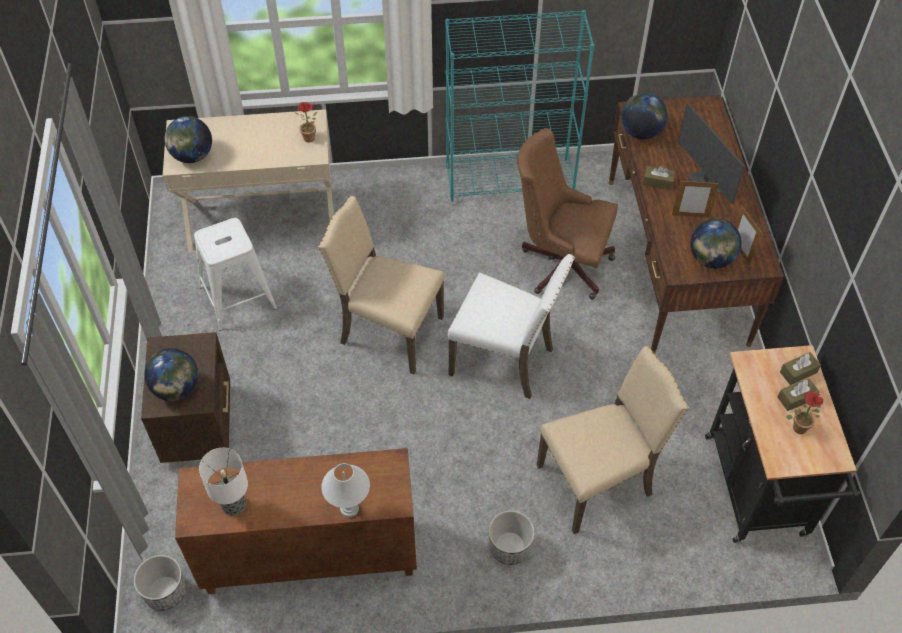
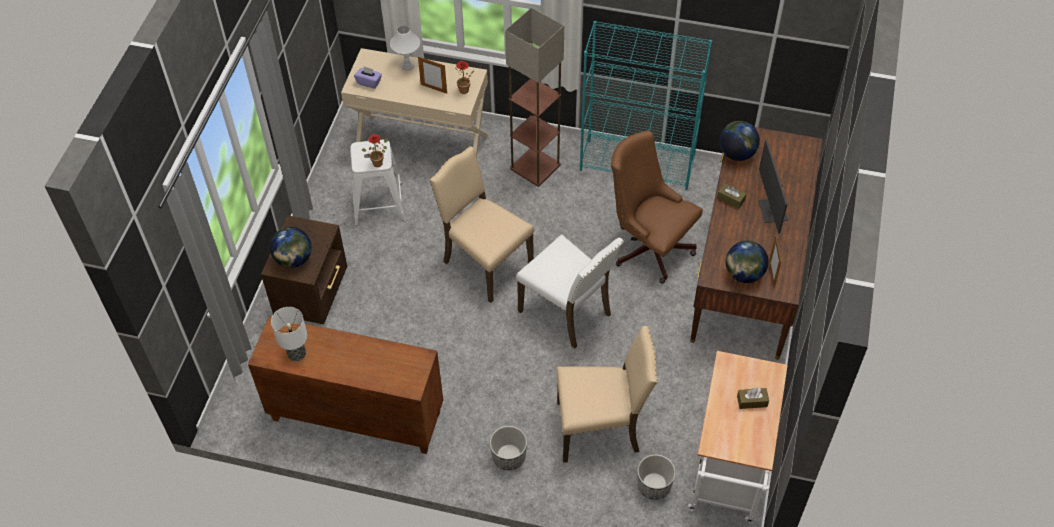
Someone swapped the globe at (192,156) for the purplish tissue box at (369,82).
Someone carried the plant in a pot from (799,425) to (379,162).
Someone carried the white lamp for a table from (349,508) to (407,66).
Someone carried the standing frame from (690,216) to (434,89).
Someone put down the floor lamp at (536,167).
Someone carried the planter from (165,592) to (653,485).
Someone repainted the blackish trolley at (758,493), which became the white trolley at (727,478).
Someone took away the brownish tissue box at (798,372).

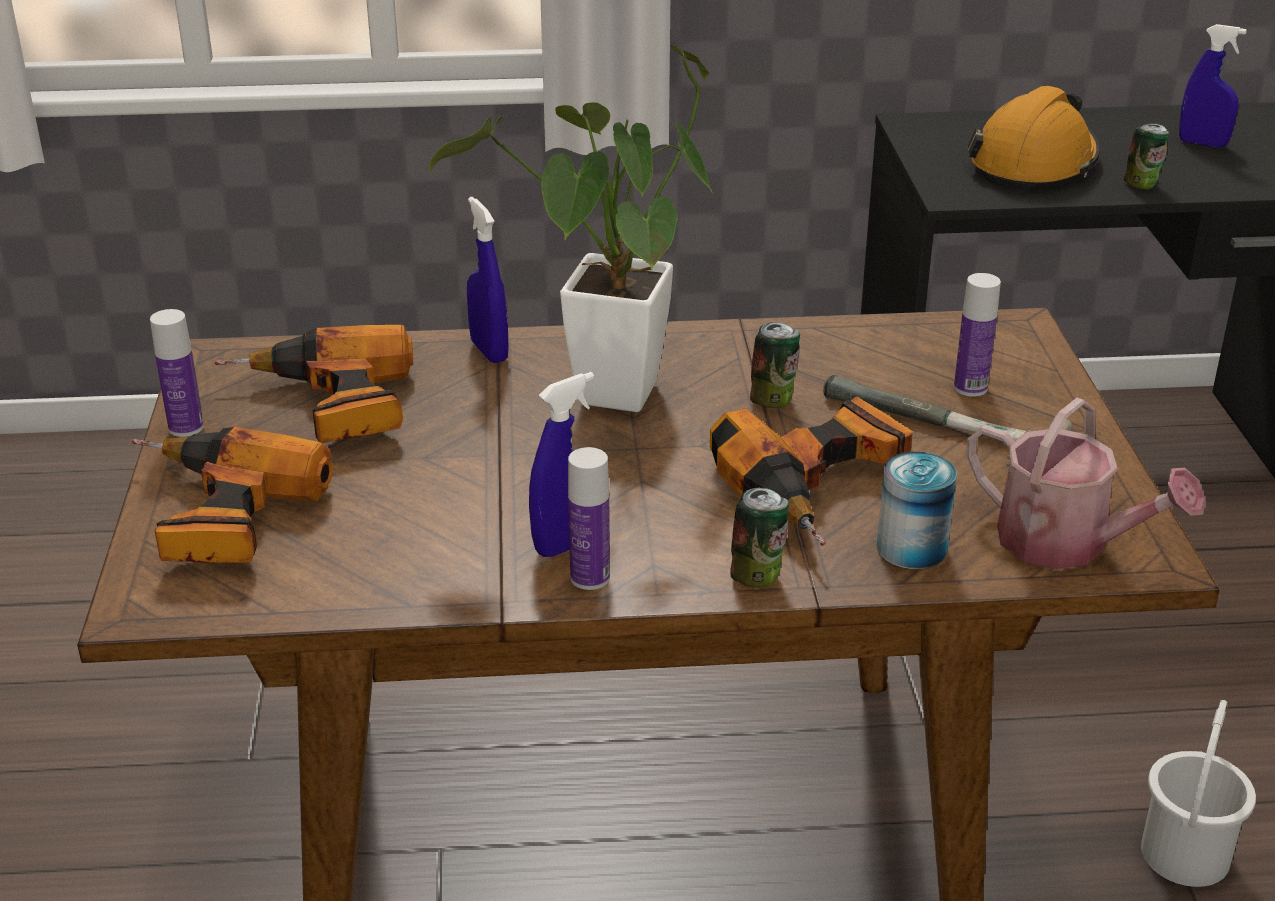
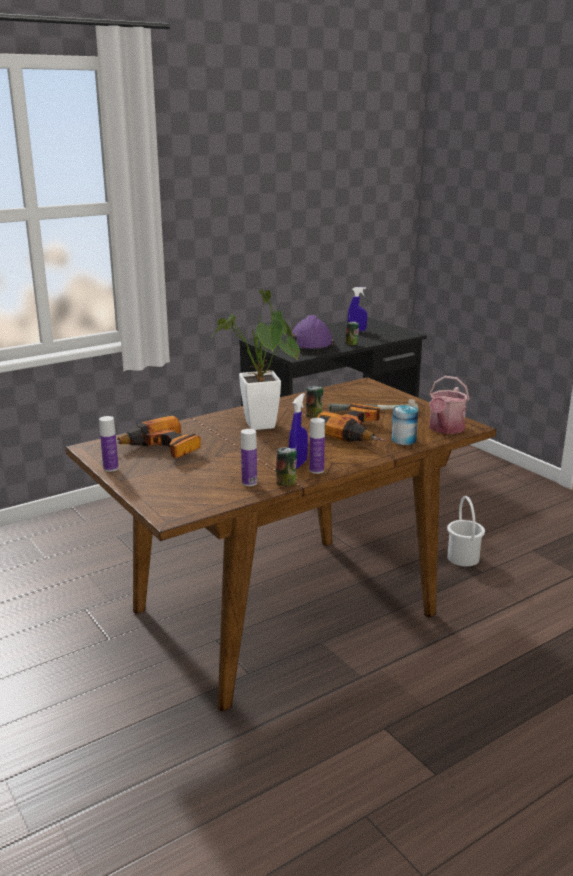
Someone carried the bottle from (970,388) to (249,483).
Someone carried the can from (758,576) to (286,483).
Someone repainted the orange work helmet at (1034,164), which became the purplish work helmet at (311,344).
Someone rotated the watering can at (1066,544) by 105 degrees clockwise.
Someone took away the power drill at (218,517).
Someone took away the blue hand sprayer at (489,351).

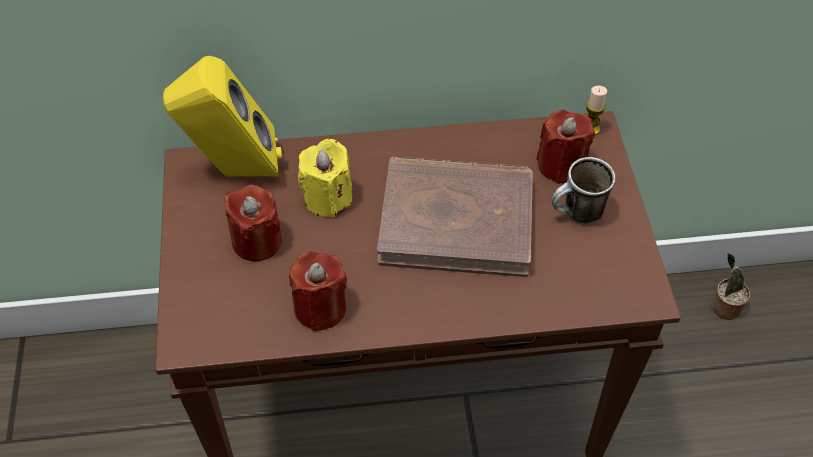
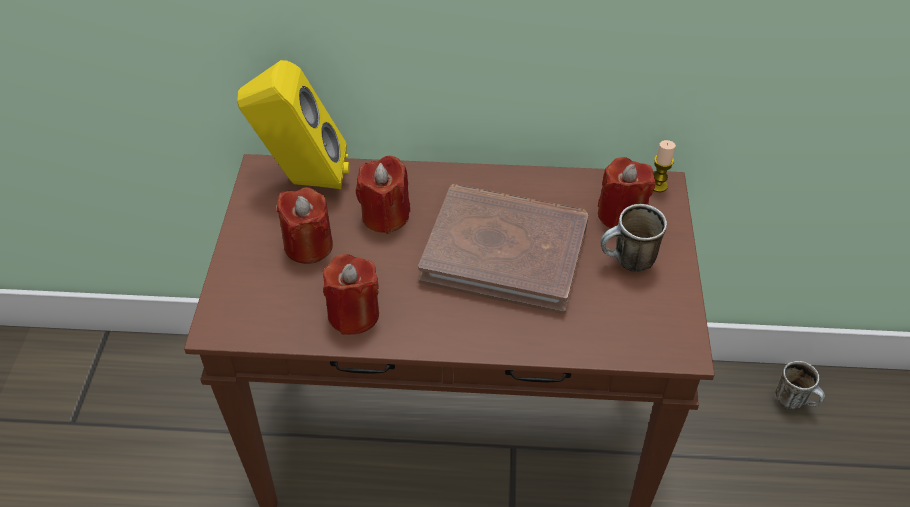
Someone repainted the yellowish wax candle at (328,198), which became the red wax candle at (385,216).
Someone swapped the plant in a pot at (723,306) for the mug at (795,401).

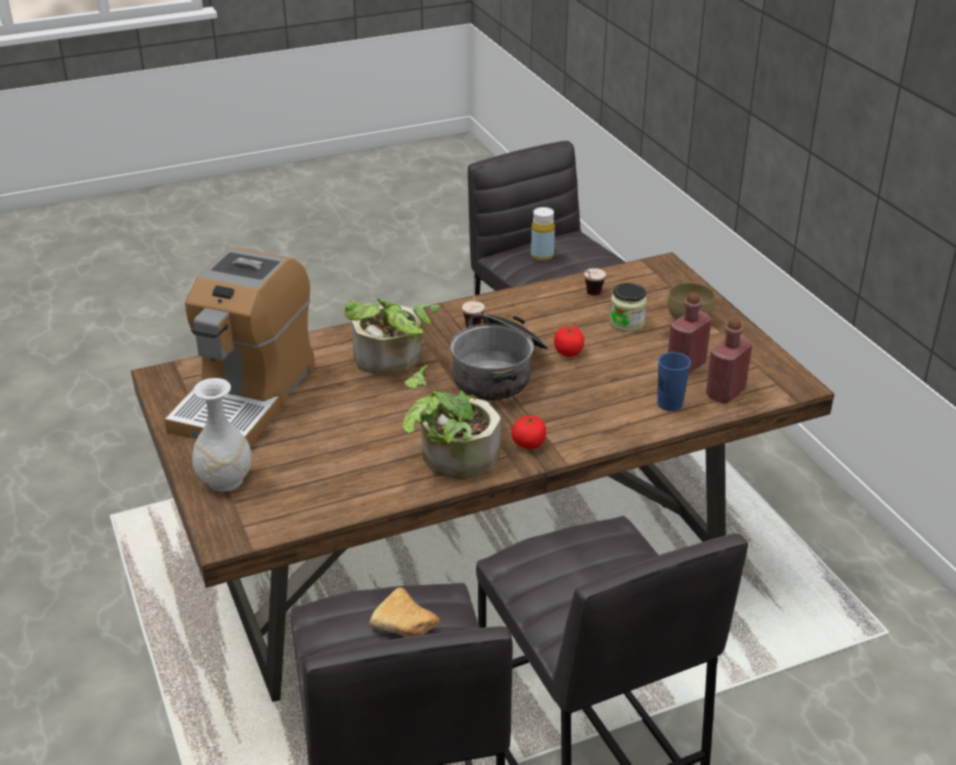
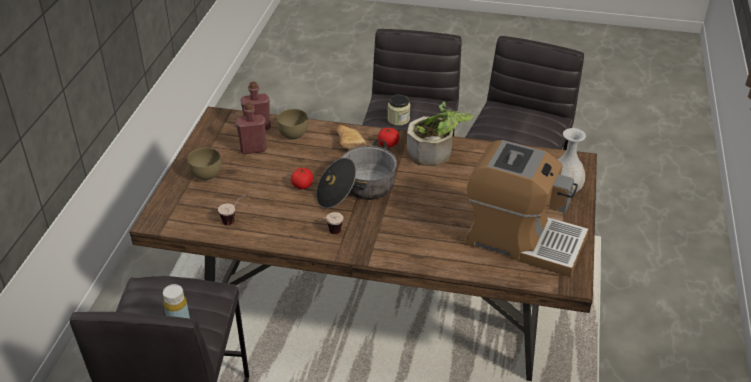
Someone swapped the blue small cup at (669,404) for the brownish deep dish at (292,134).
Someone carried the baked bread from (407,626) to (348,142).
Someone carried the preserve jar from (627,323) to (398,119).
Someone rotated the coffee machine at (246,397) by 60 degrees clockwise.
Someone took away the plant in a pot at (391,362).

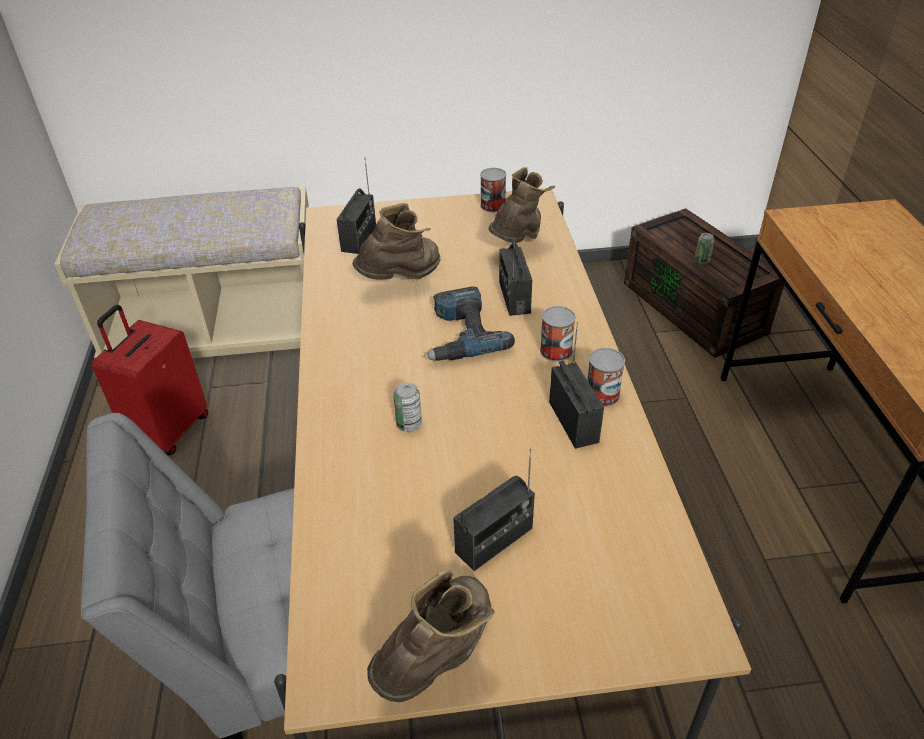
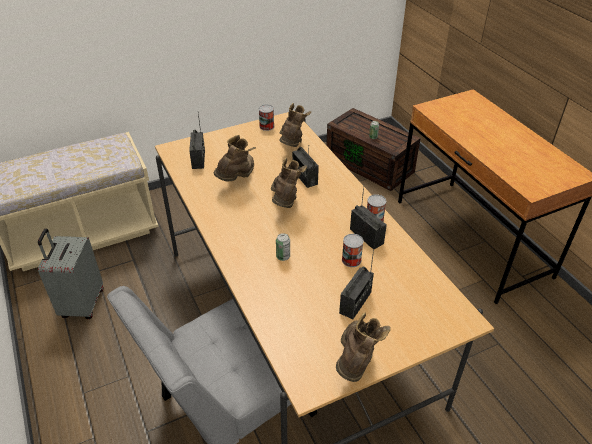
Someone repainted the red suitcase at (169,430), which became the greyish suitcase at (81,304).
Someone swapped the power drill at (460,334) for the brownish high-top boot at (285,203).
Someone carried the can from (556,351) to (351,260).

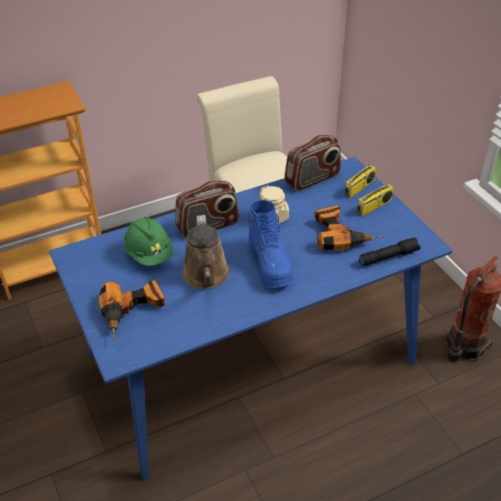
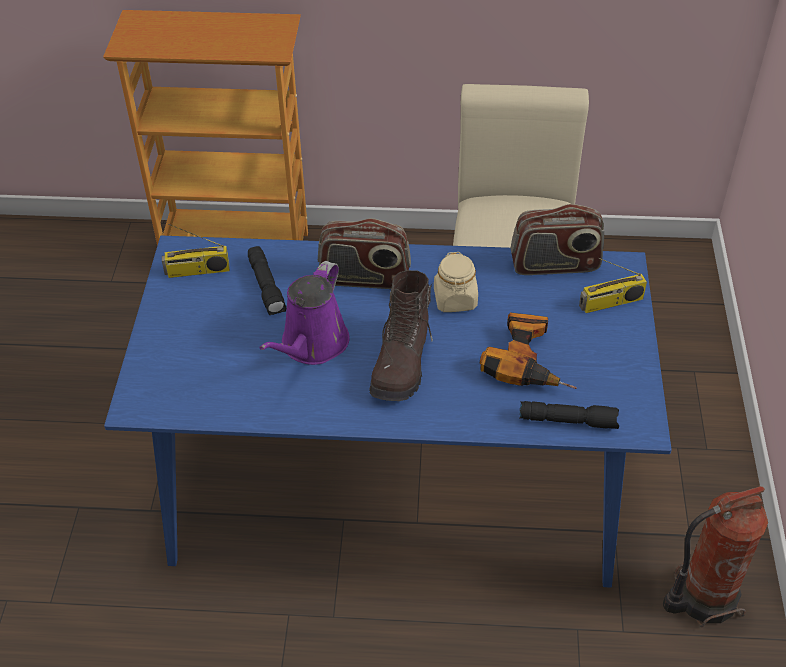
Someone carried the radio from (374,207) to (197,271).
Someone swapped the greenish work helmet at (149,254) for the blackish hand torch at (267,287).
Someone repainted the brownish watering can at (206,276), which became the purplish watering can at (312,345).
Someone repainted the blue high-top boot at (270,264), which became the brownish high-top boot at (402,363).
Someone took away the power drill at (133,311).

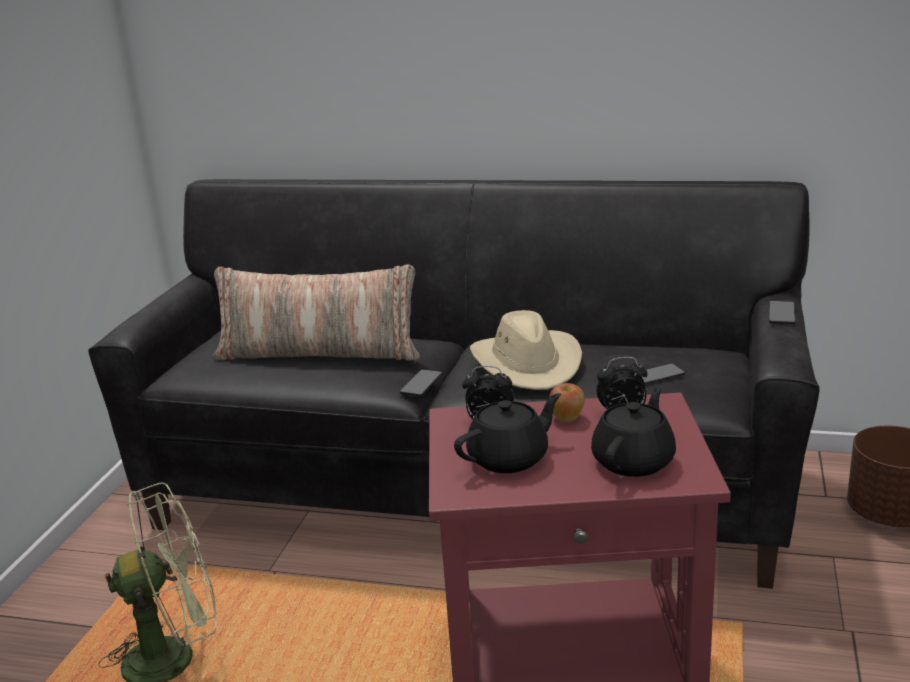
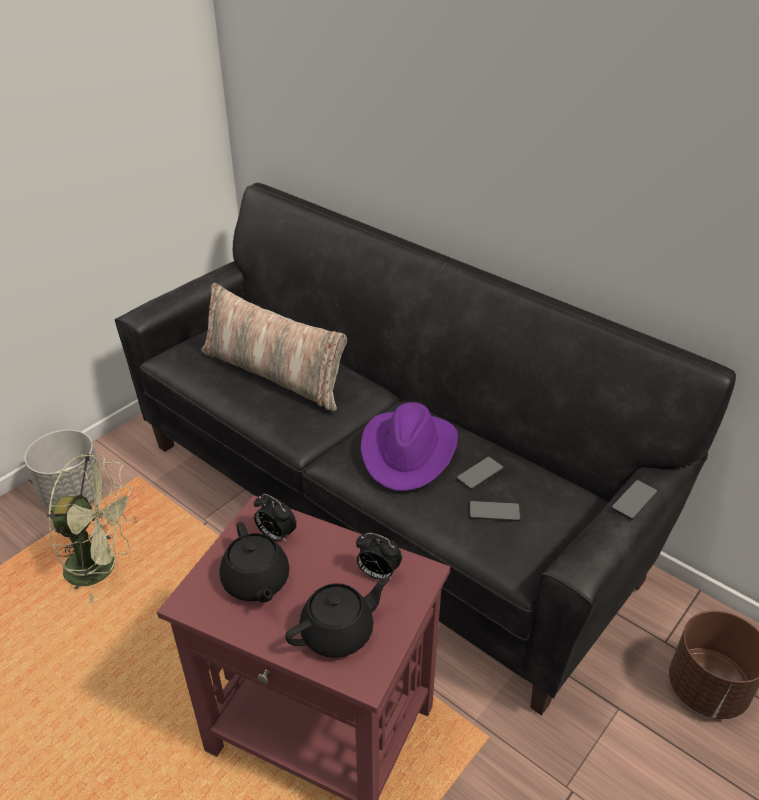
Someone put down the greyish planter at (73,494).
Someone rotated the blackish tea pot at (510,458) by 75 degrees clockwise.
Someone repainted the beige clothing hat at (527,363), which became the purplish clothing hat at (409,452).
Someone carried the telephone from (421,384) to (479,474).
Someone took away the whole apple at (567,418).

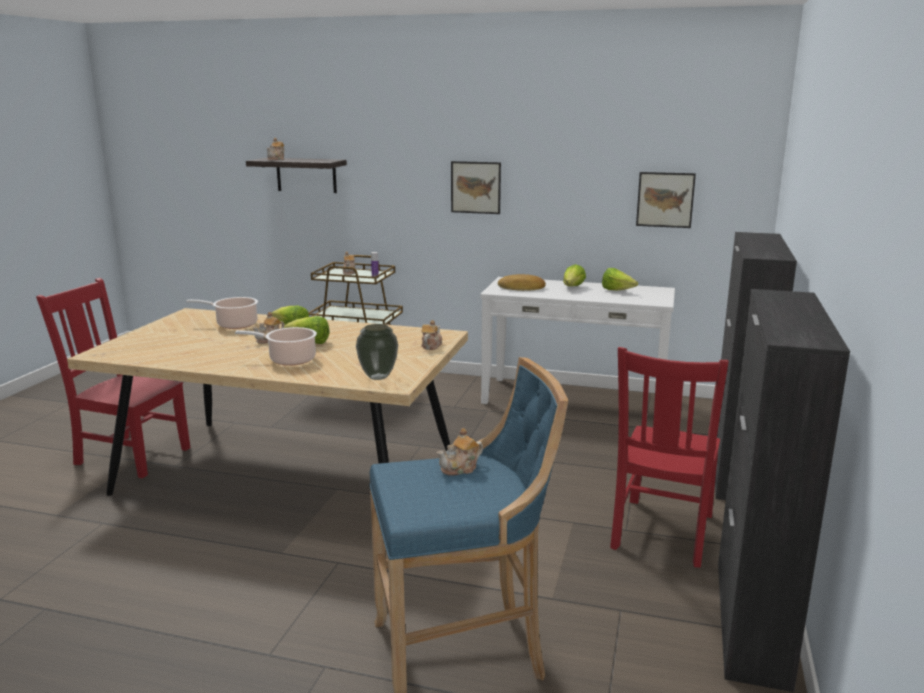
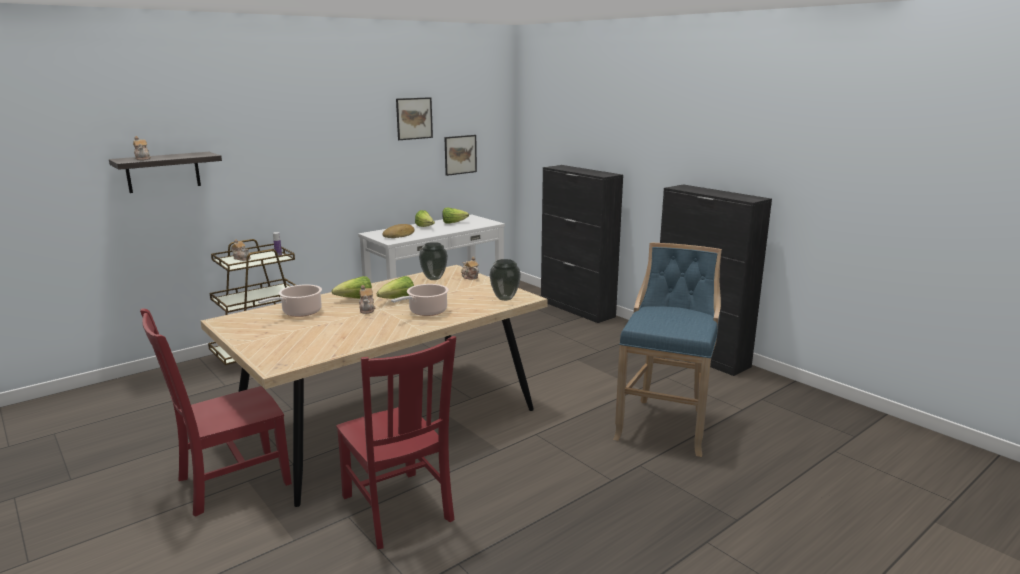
Someone carried the red plain chair from (661,533) to (398,510).
Someone carried the picture from (475,187) to (414,118).
Someone put down the flower vase at (434,278).
Someone took away the tea pot at (460,468).

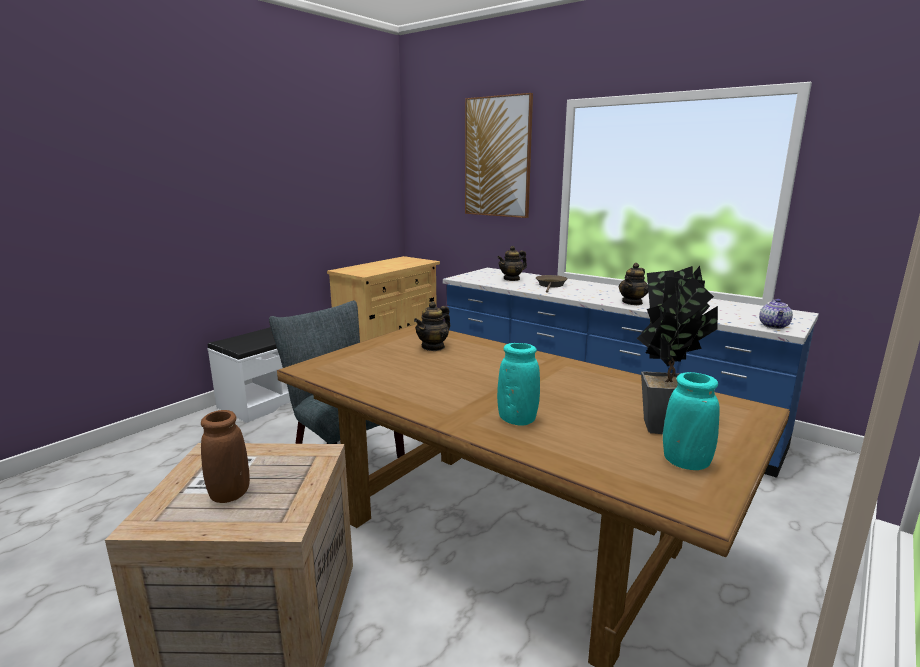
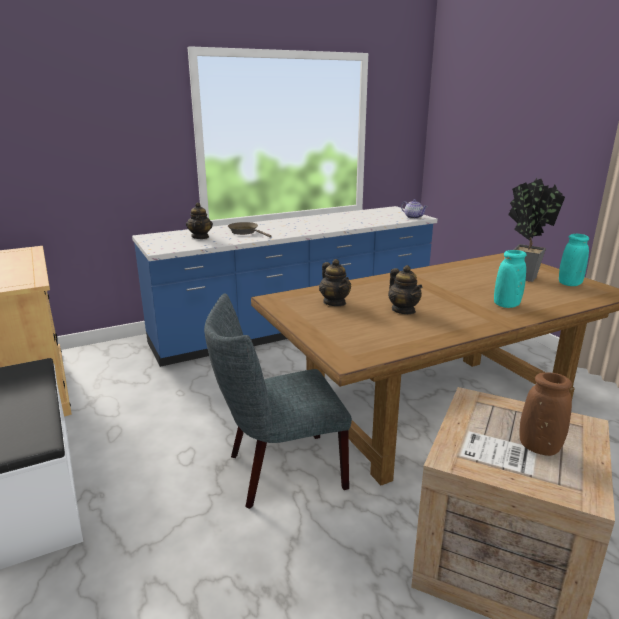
Someone carried the tea pot from (632,302) to (403,310).
Someone took away the picture at (498,157).

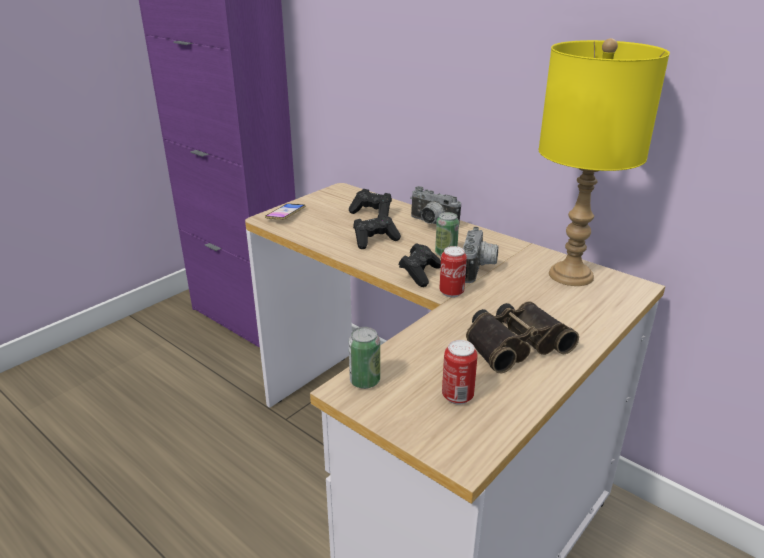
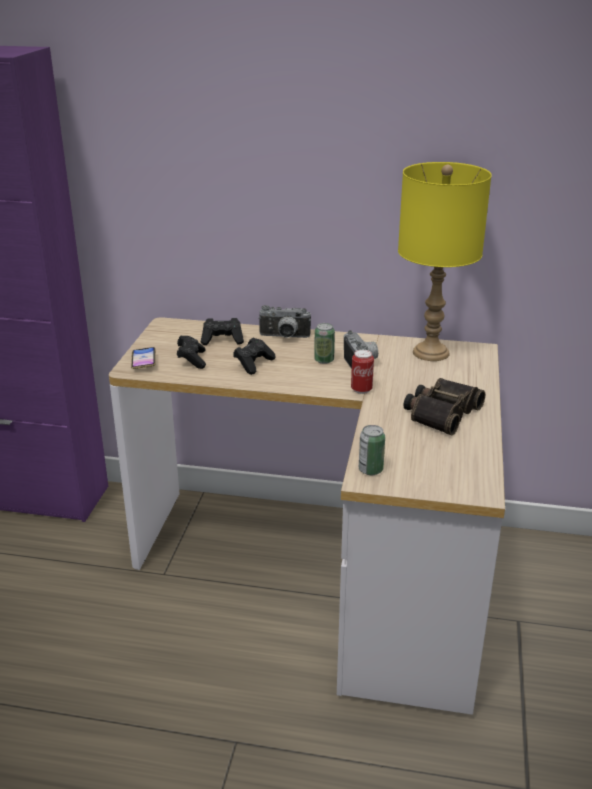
Someone carried the blackish game controller from (420,274) to (192,360).
Someone took away the can at (457,396).

